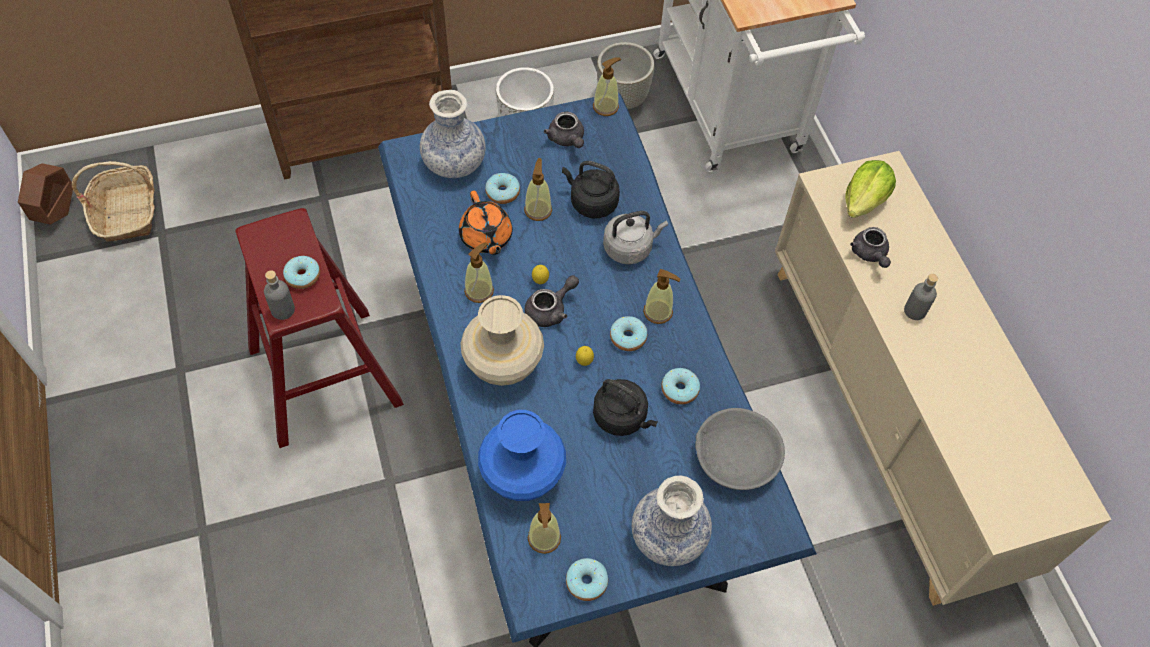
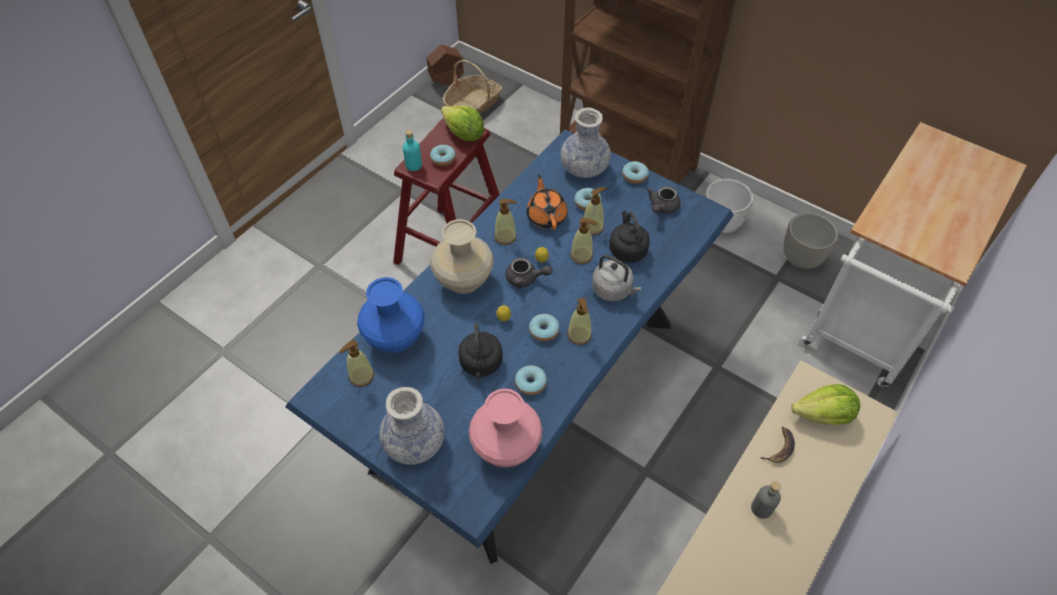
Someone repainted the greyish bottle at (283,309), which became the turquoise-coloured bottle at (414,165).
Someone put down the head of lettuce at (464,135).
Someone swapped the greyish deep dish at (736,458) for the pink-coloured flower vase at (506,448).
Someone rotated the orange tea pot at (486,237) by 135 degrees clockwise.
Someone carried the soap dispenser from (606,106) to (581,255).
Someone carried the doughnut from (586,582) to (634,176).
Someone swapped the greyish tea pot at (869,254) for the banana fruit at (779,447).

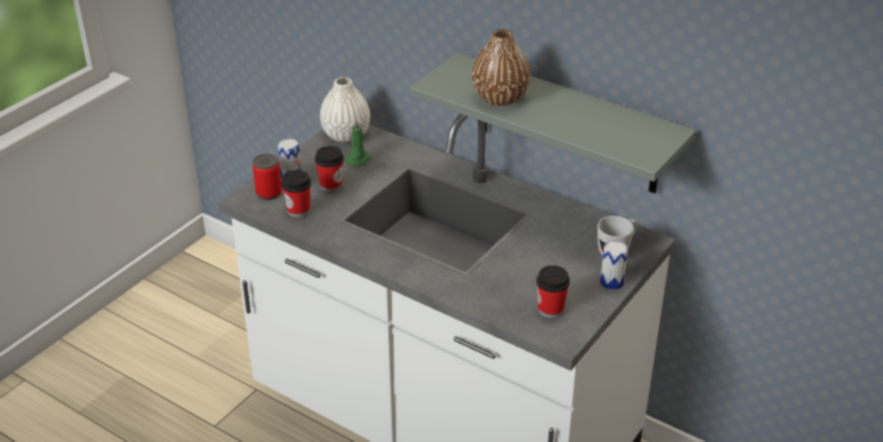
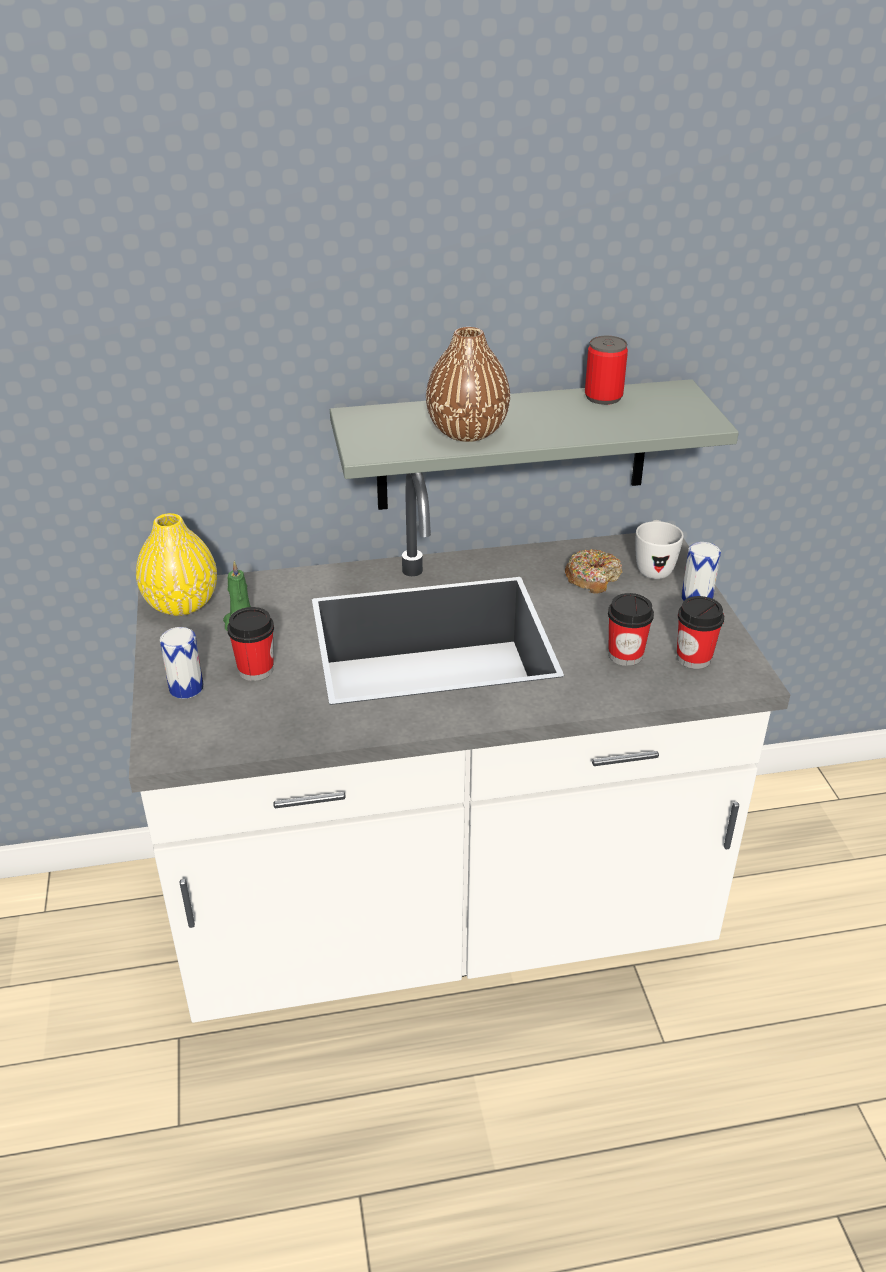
Someone repainted the white flower vase at (346,135), which became the yellowish flower vase at (181,604).
Someone put down the doughnut at (592,578).
Someone carried the can from (269,193) to (603,397).
Someone carried the small cup from (298,211) to (625,655).

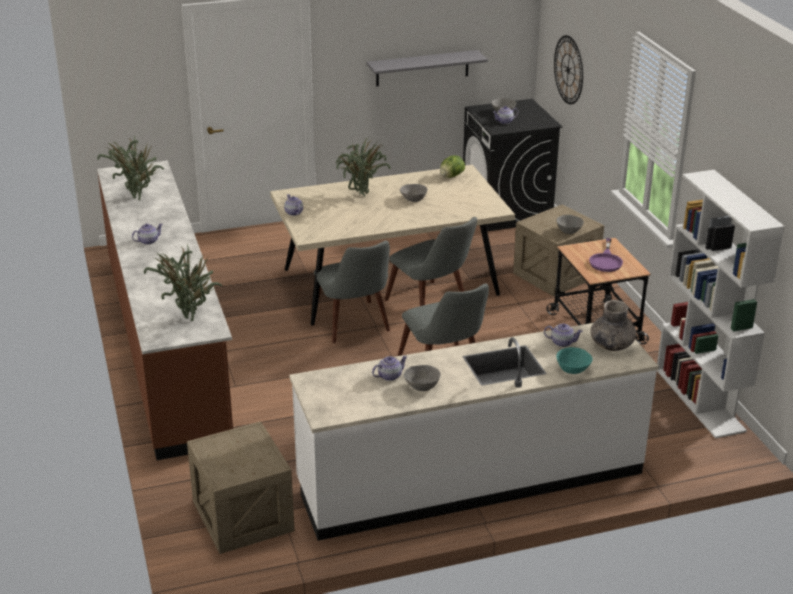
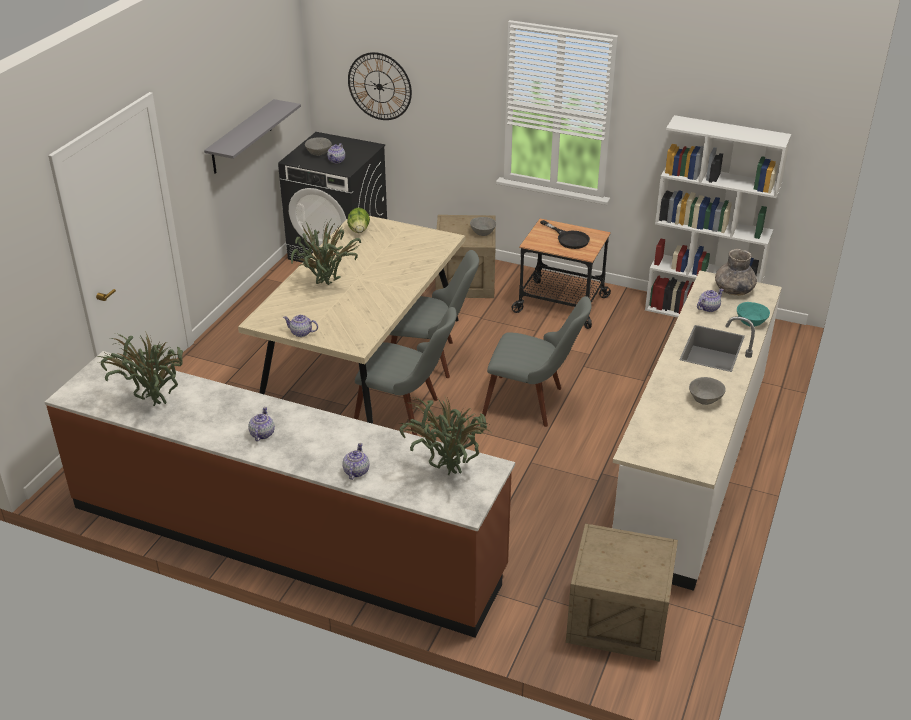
Someone carried the tea pot from (389,376) to (356,471).
Someone repainted the purplish frying pan at (606,261), which became the blackish frying pan at (569,238).
Someone took away the greyish deep dish at (414,199).

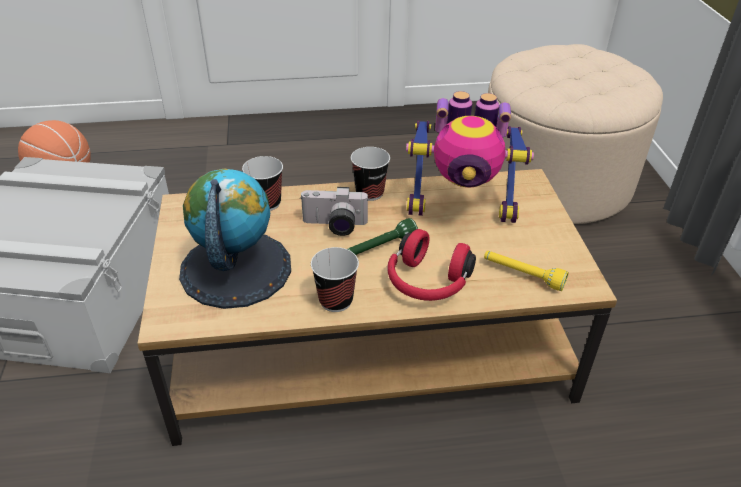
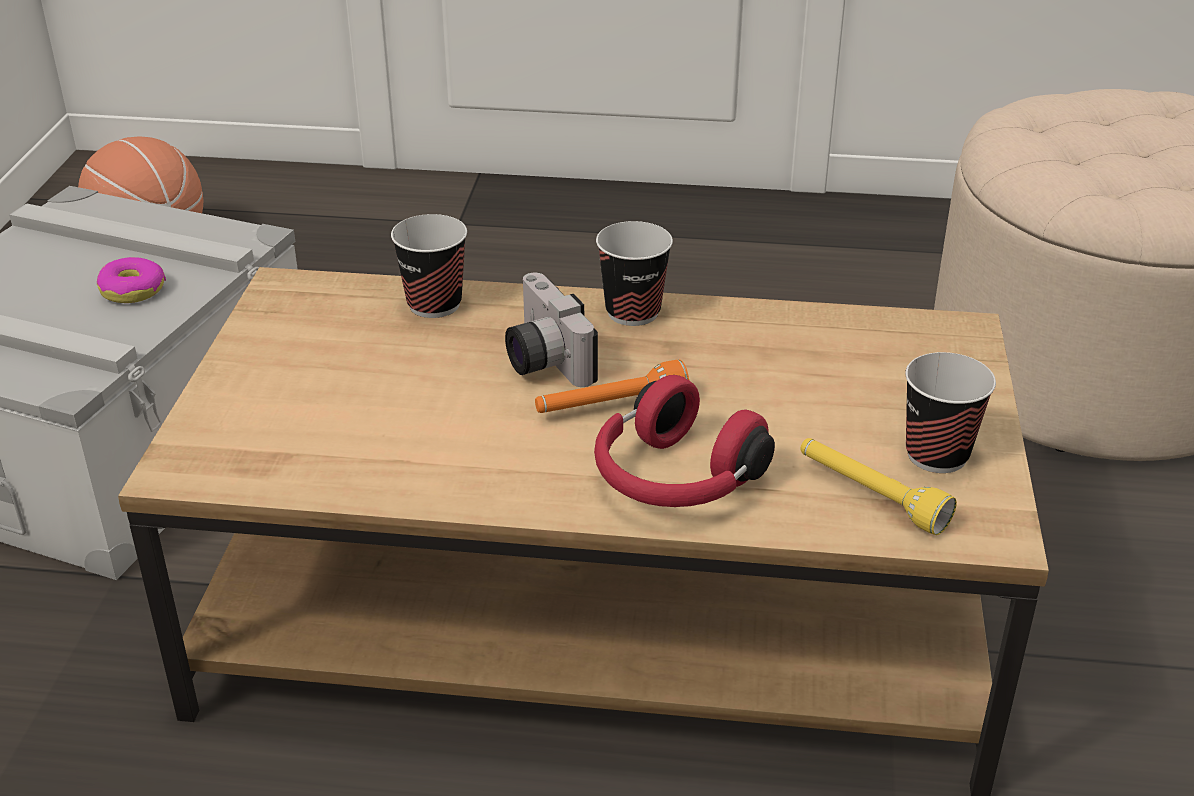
Someone put down the doughnut at (133,290).
Someone rotated the still camera at (334,226) by 45 degrees clockwise.
Someone repainted the greenish hand torch at (380,247), which became the orange hand torch at (610,407).
Someone carried the small cup from (336,300) to (937,455).
Someone took away the globe at (235,268).
Someone took away the toy robot at (462,207).

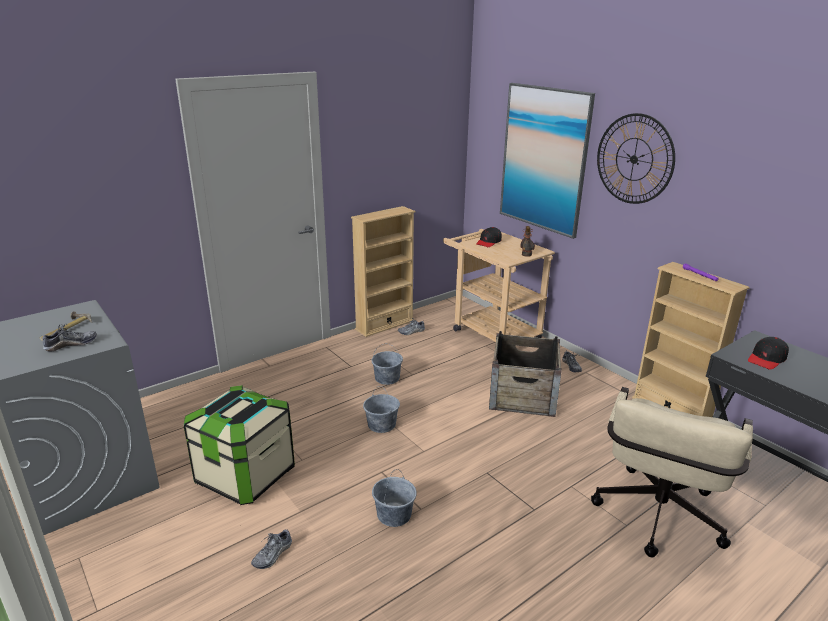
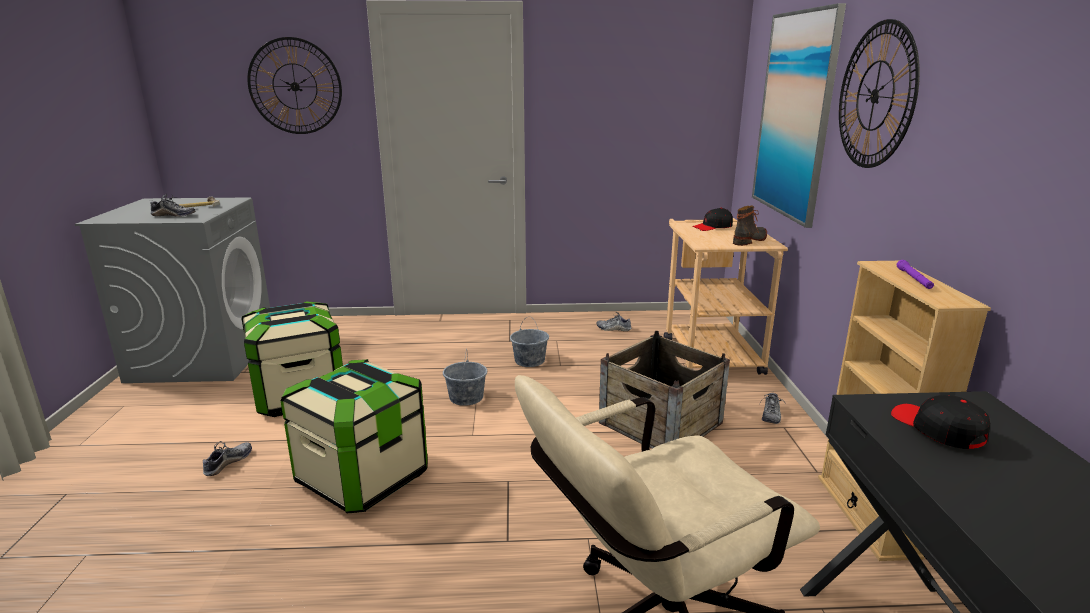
Someone rotated the low shoe at (273,554) by 135 degrees clockwise.
Someone put up the wall clock at (295,86).
Someone swapped the greyish pail at (394,515) for the storage container at (363,478).
Someone rotated the blackish cap at (767,359) by 75 degrees clockwise.
Someone took away the beige bookshelf at (384,325).

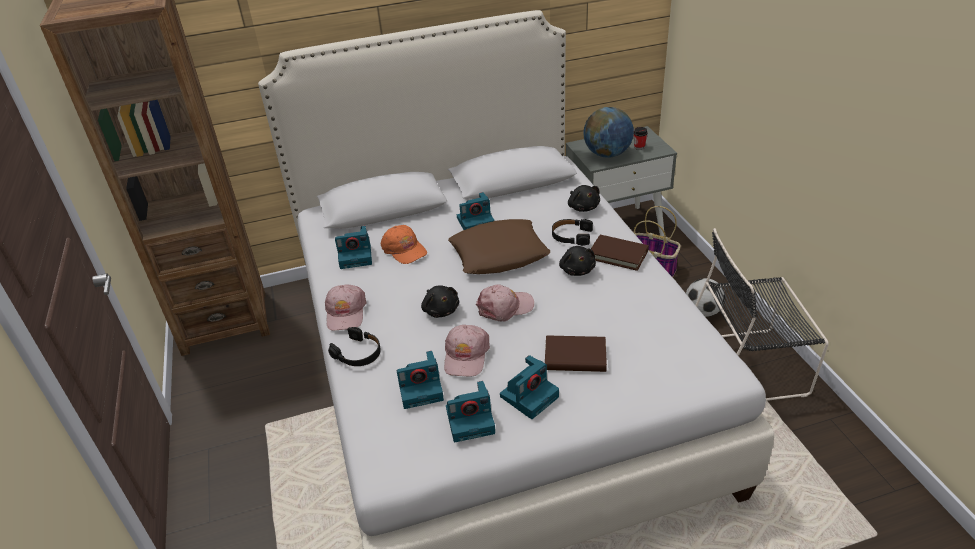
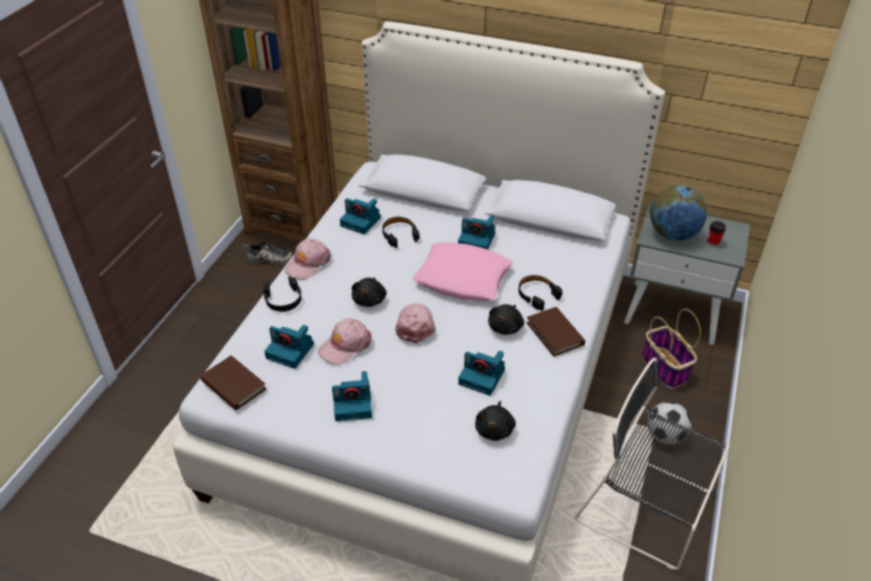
Someone carried the brownish book from (575,357) to (233,385).
Someone put down the low shoe at (269,259).
Someone swapped the orange cap at (404,249) for the blackish headset at (399,235).
Someone rotated the pink-coloured cap at (505,307) by 105 degrees counterclockwise.
Someone repainted the brownish pillow at (499,254), which became the pink-coloured pillow at (463,278).
Someone carried the still camera from (471,420) to (483,376).
Someone carried the blackish plush toy from (583,207) to (495,429).

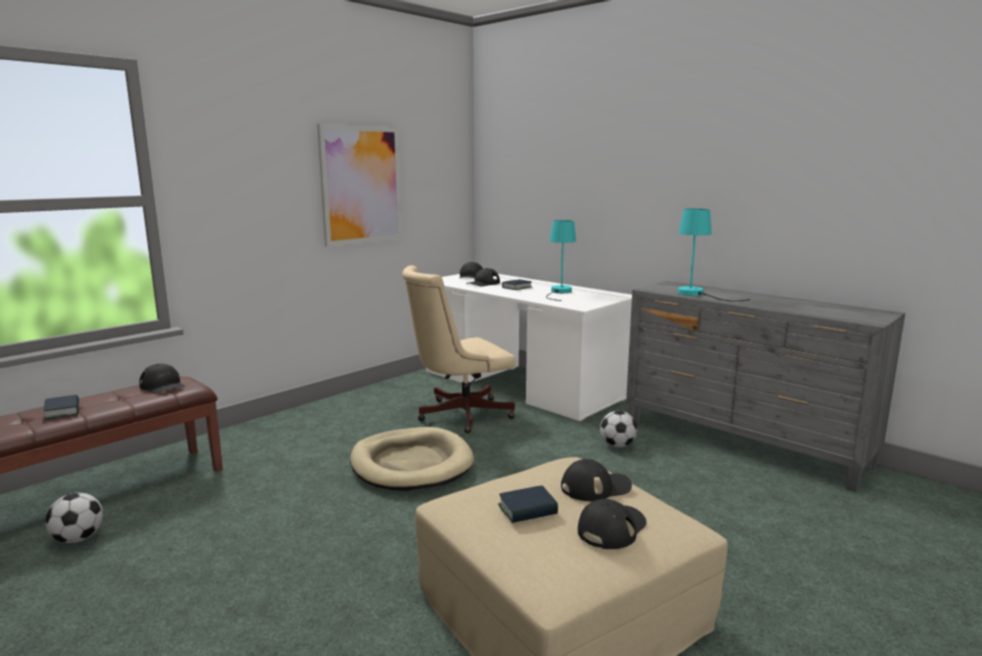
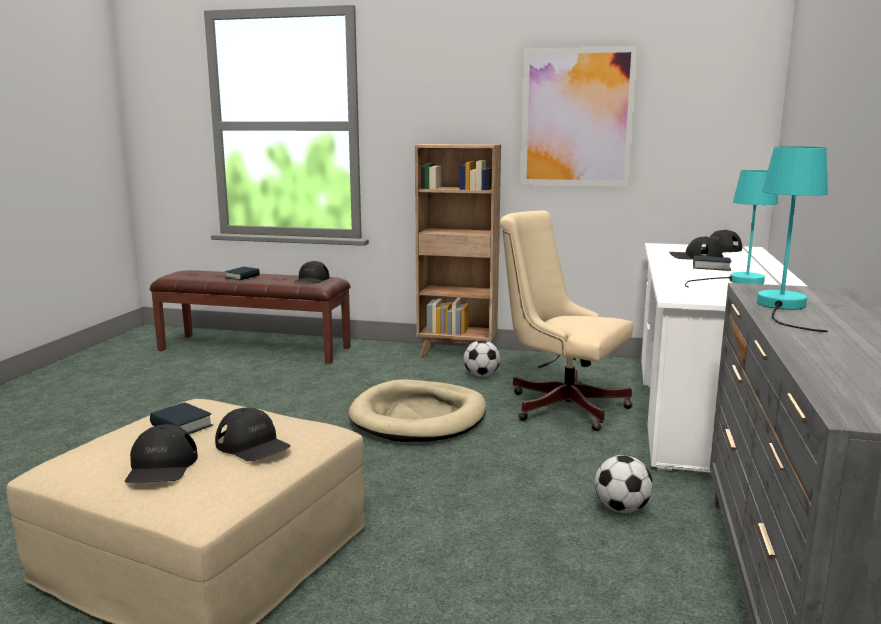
Someone rotated the blackish cap at (612,528) by 75 degrees clockwise.
Someone put down the brownish bookshelf at (457,353).
Someone carried the football ball from (79,539) to (481,375).

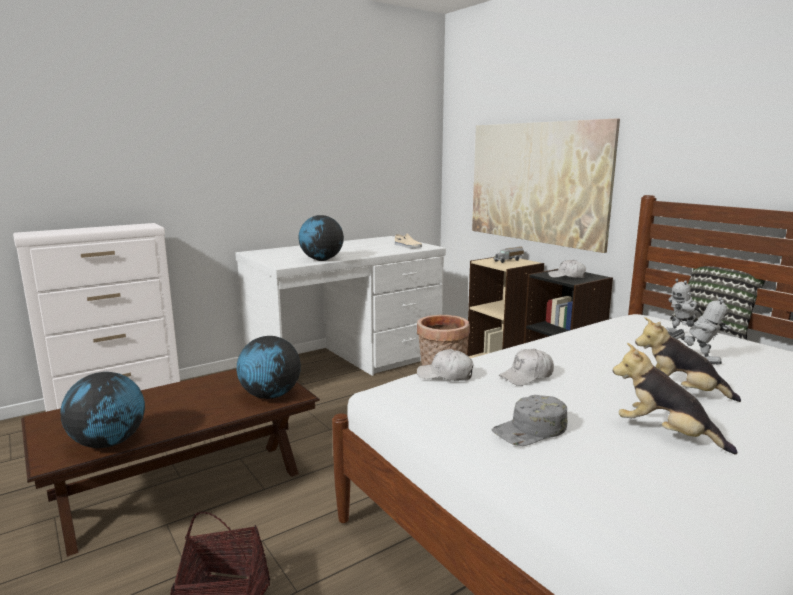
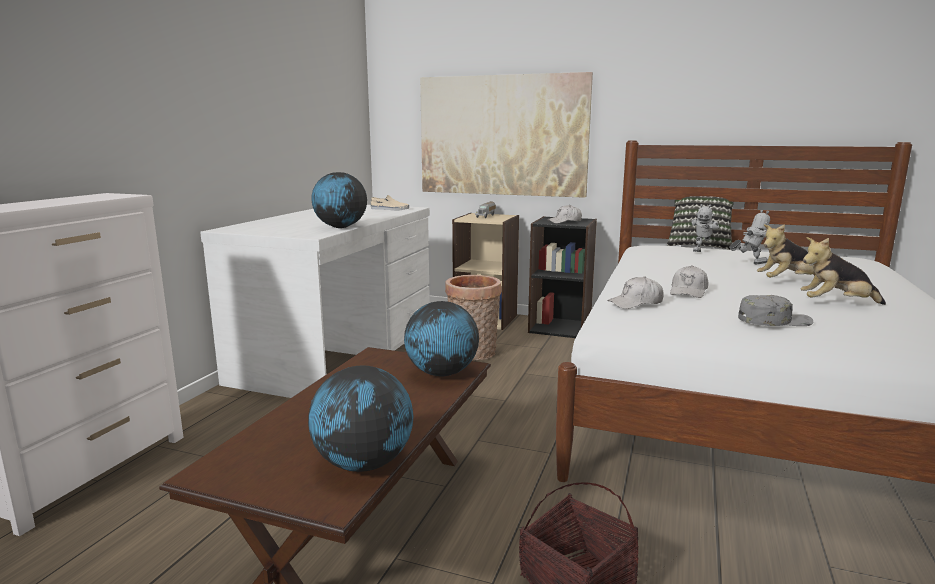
Someone rotated the greyish cap at (530,430) by 120 degrees counterclockwise.

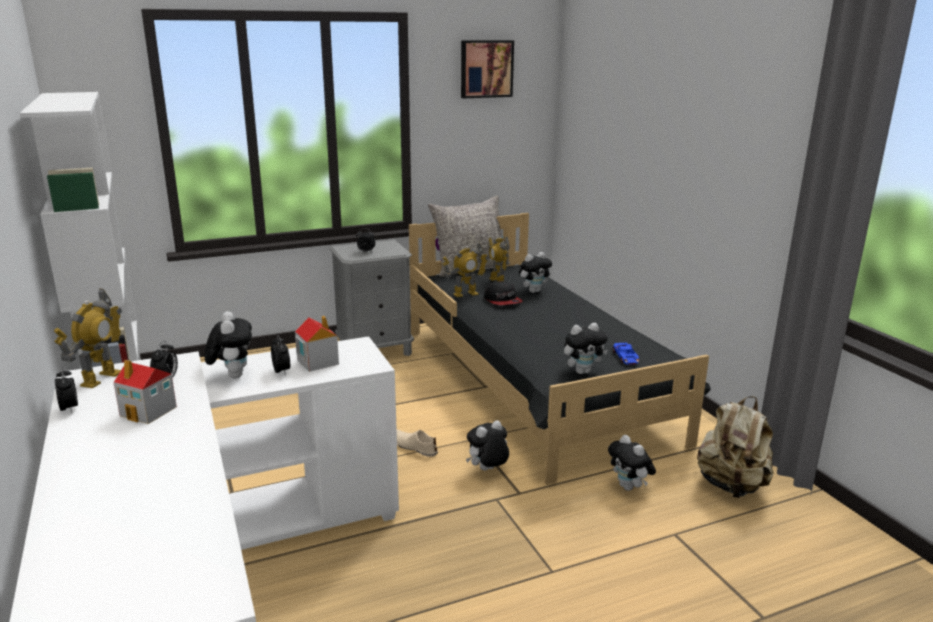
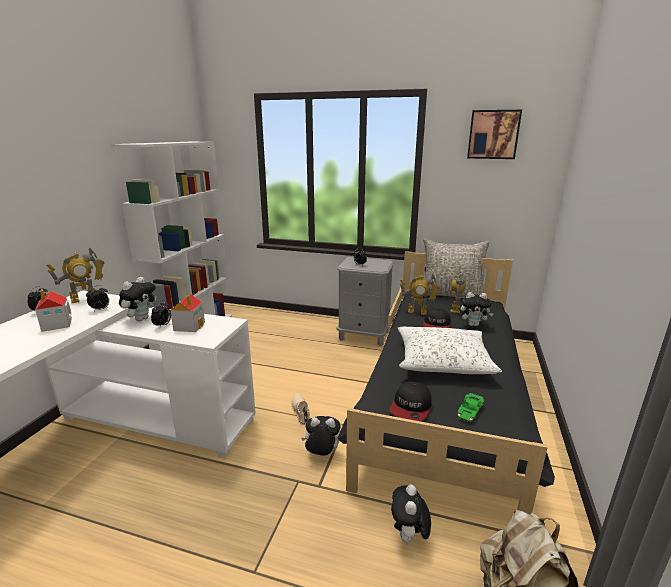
Someone swapped the plush toy at (583,371) for the cap at (411,407).
Someone put down the white pillow at (443,361).
Someone repainted the blue model car at (626,357), which became the greenish model car at (469,411).

